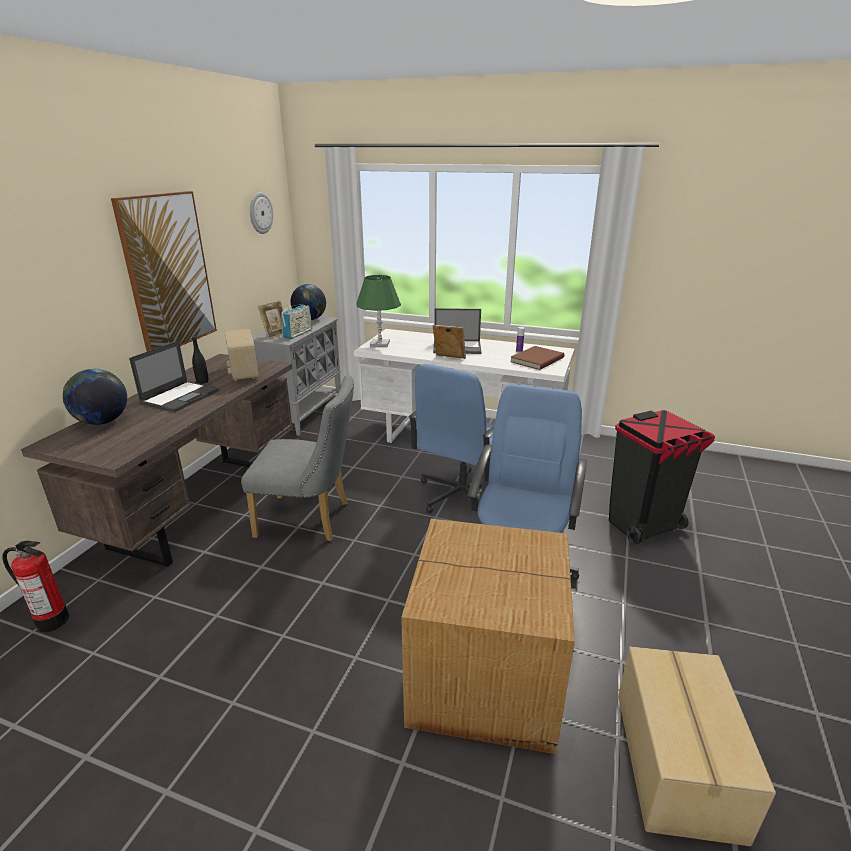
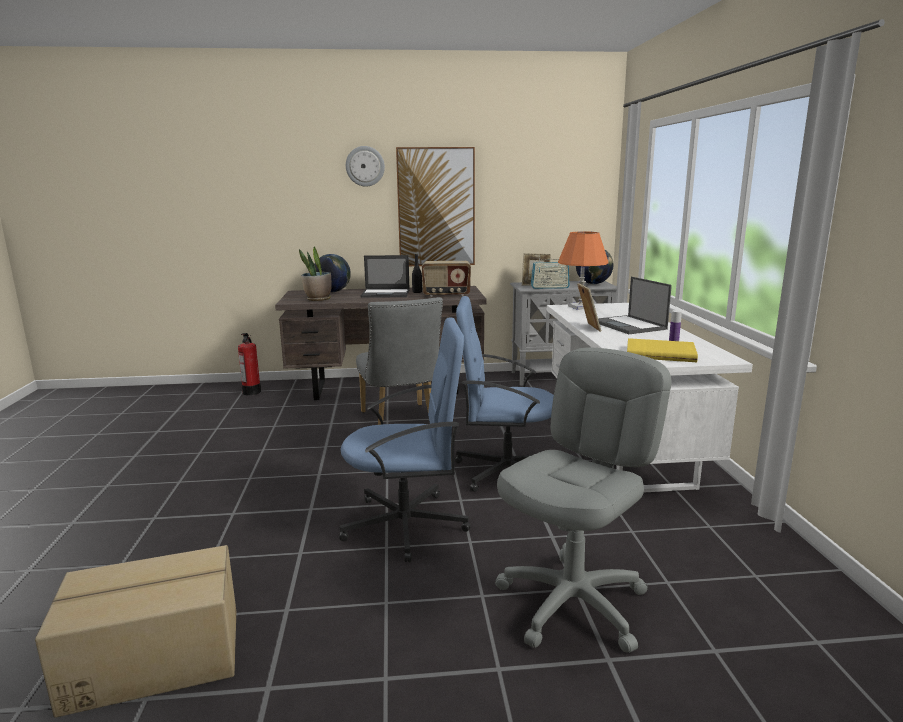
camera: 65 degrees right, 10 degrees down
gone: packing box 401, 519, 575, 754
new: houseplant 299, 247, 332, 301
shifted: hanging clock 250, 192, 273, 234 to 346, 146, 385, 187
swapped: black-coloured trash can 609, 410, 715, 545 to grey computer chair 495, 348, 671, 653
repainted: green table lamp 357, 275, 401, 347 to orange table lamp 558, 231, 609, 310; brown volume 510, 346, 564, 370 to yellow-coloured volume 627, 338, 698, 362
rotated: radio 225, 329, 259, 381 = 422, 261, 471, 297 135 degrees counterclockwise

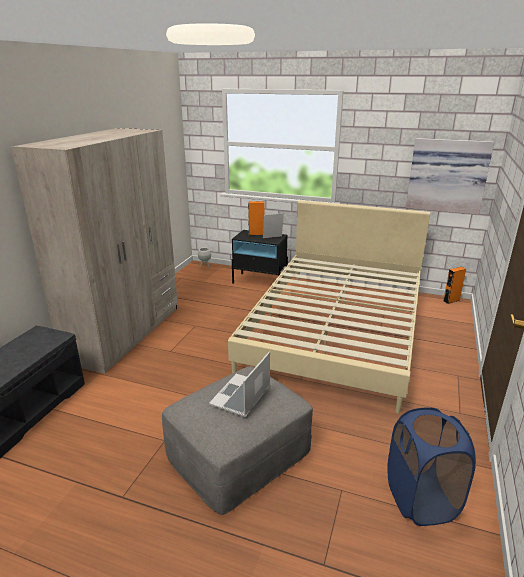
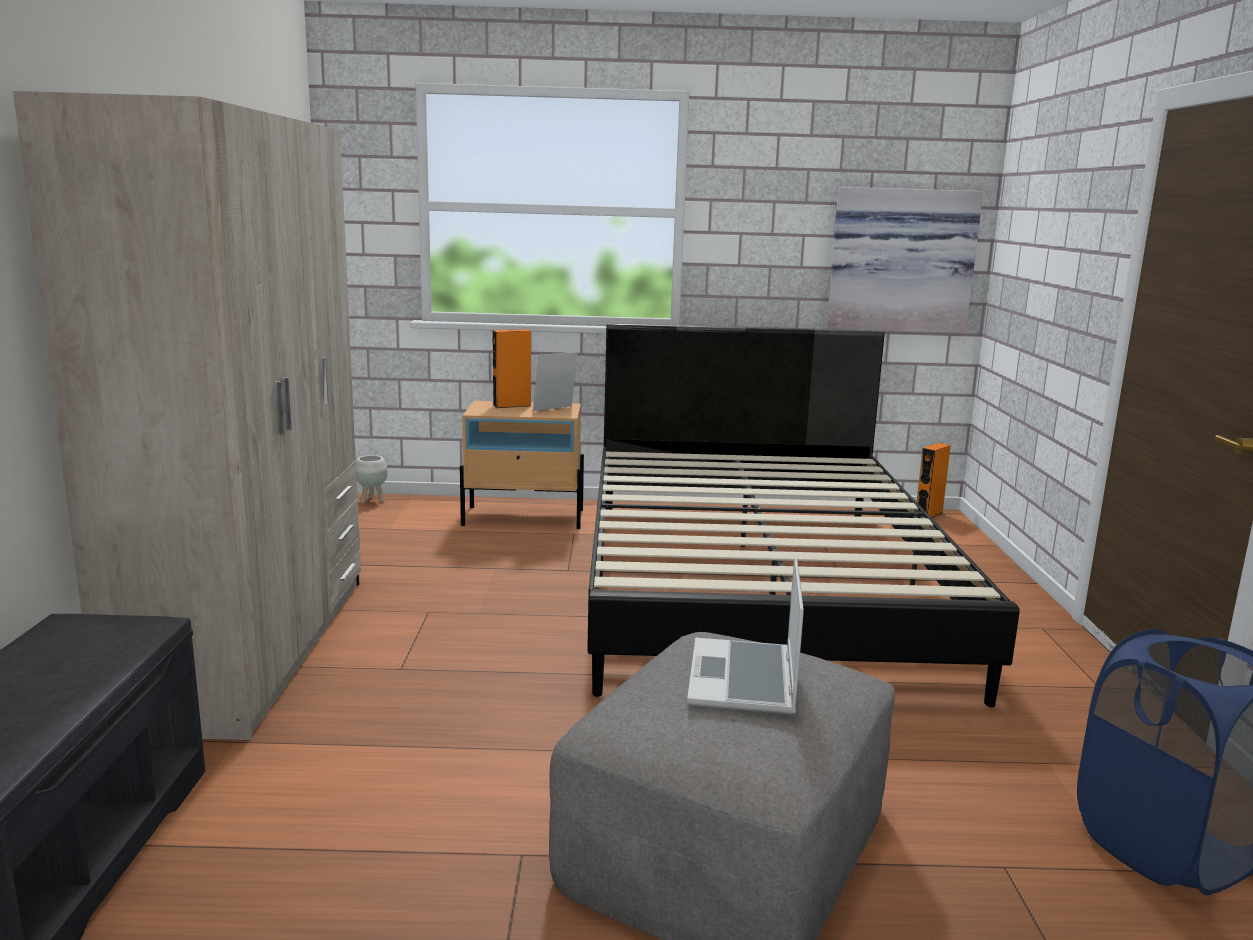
camera: 20 degrees left, 10 degrees down
repainted: beige bedroom bed 228, 200, 430, 414 to black-coloured bedroom bed 588, 323, 1020, 707; black-coloured nightstand 232, 230, 288, 284 to beige nightstand 460, 401, 584, 529

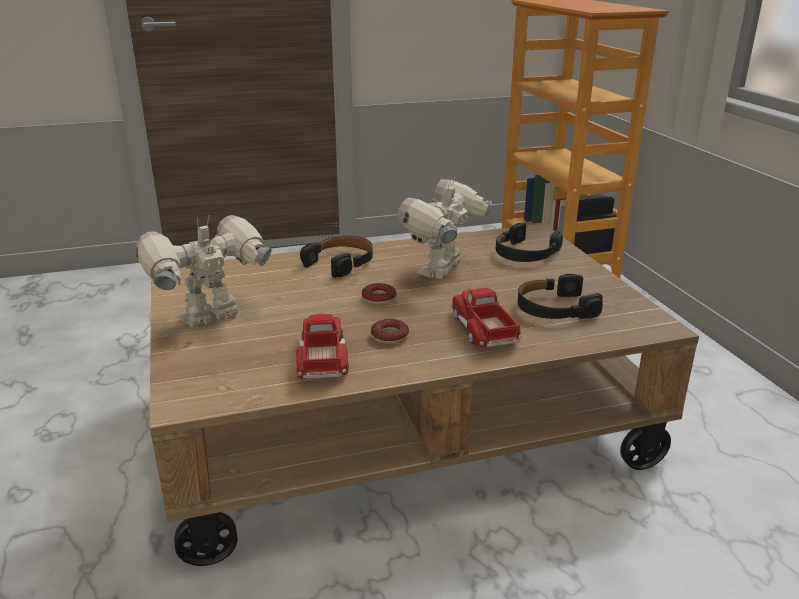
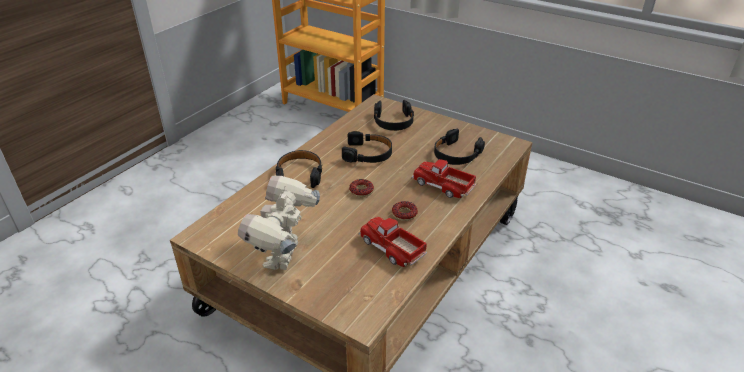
camera: 40 degrees left, 10 degrees up
swapped: toy robot 397, 177, 492, 279 to black-coloured headset 342, 131, 392, 163

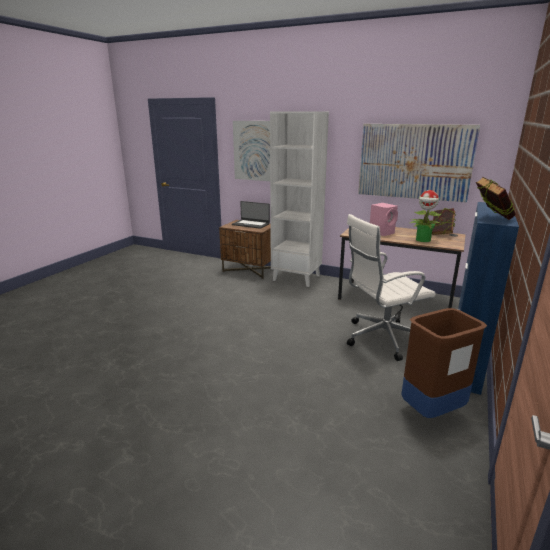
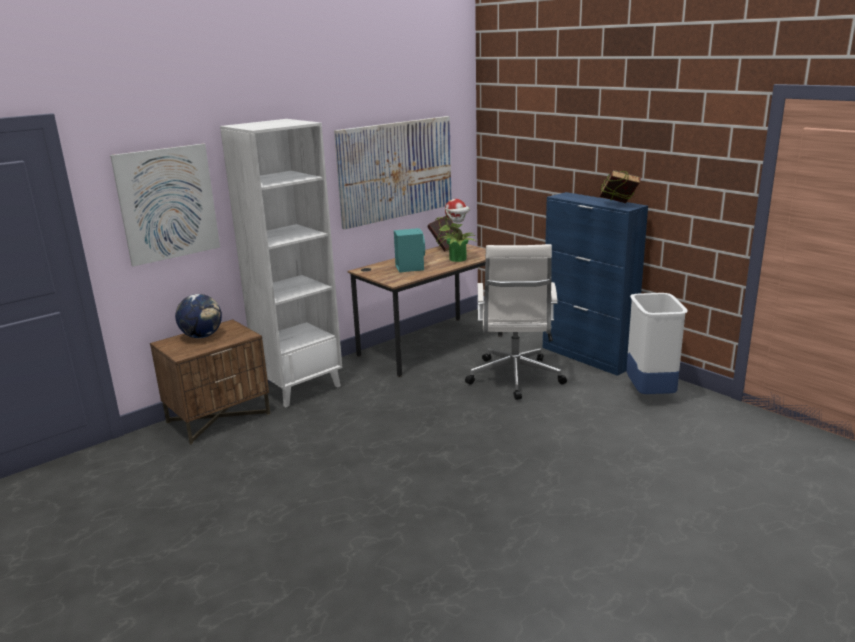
camera: 65 degrees left, 0 degrees up
swapped: notebook computer 232, 201, 270, 229 to world globe 175, 294, 222, 338
repainted: pink speaker 370, 203, 398, 236 to blue-green speaker 394, 228, 425, 273; brown trash can 401, 308, 487, 418 to white-coloured trash can 626, 293, 688, 394

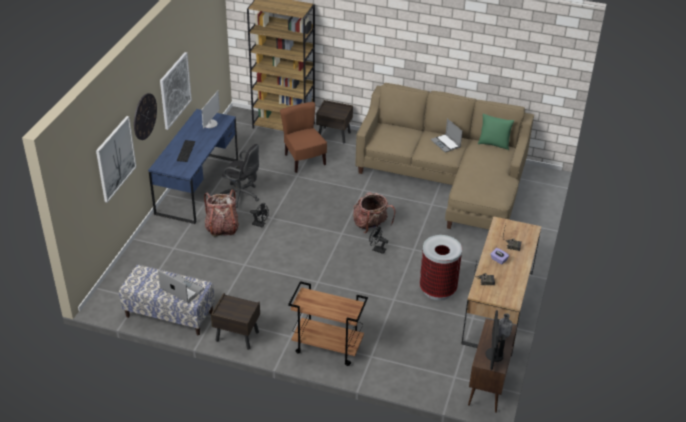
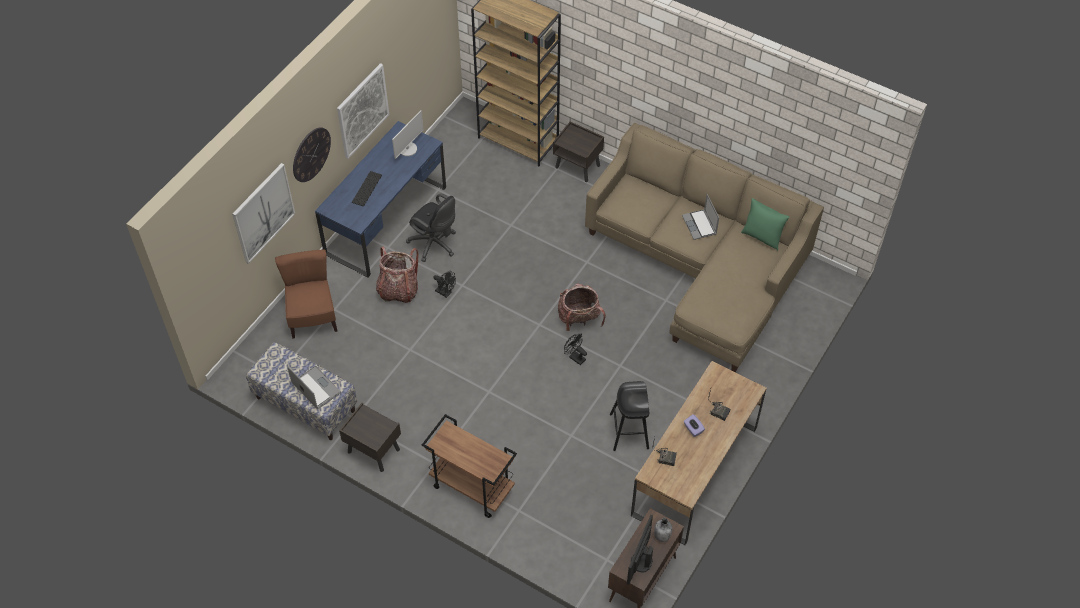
camera: 15 degrees right, 15 degrees up
shifted: brown chair 280, 102, 327, 173 to 275, 250, 338, 339
swapped: trash can 420, 235, 462, 300 to black-coloured stool seat 610, 381, 650, 451

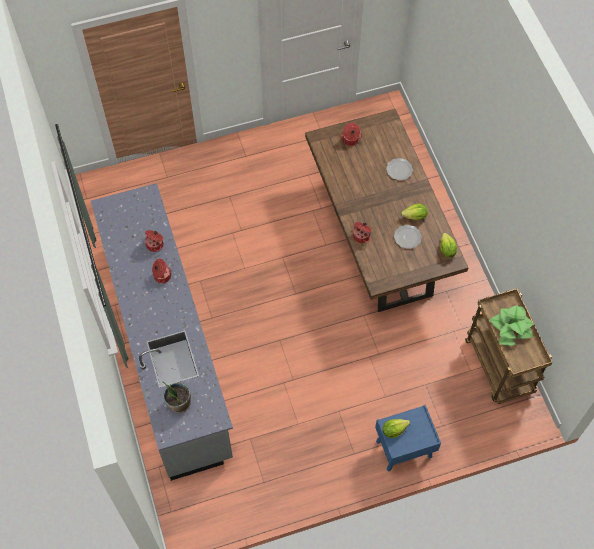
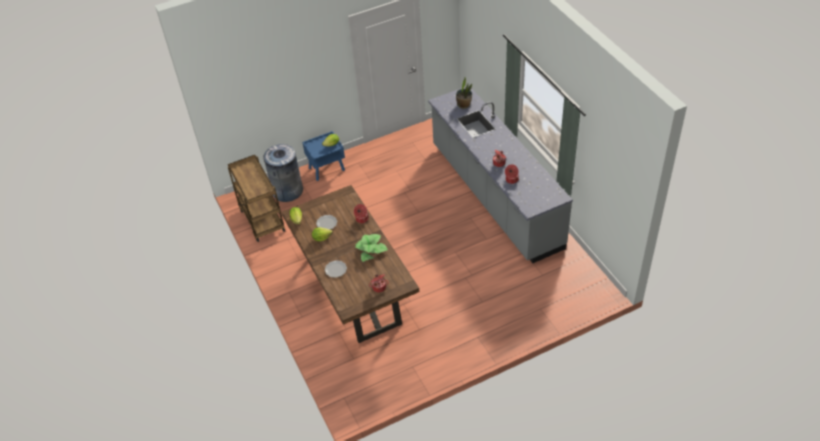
camera: 175 degrees right, 15 degrees down
new: grey trash can 262, 144, 303, 202
shifted: houseplant 490, 305, 534, 346 to 355, 234, 388, 262

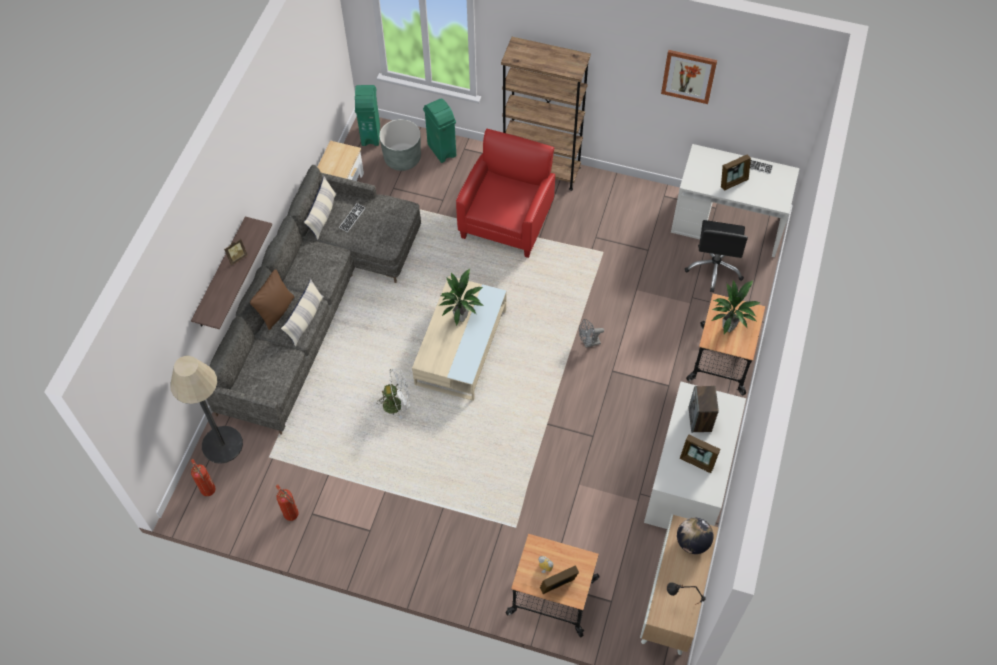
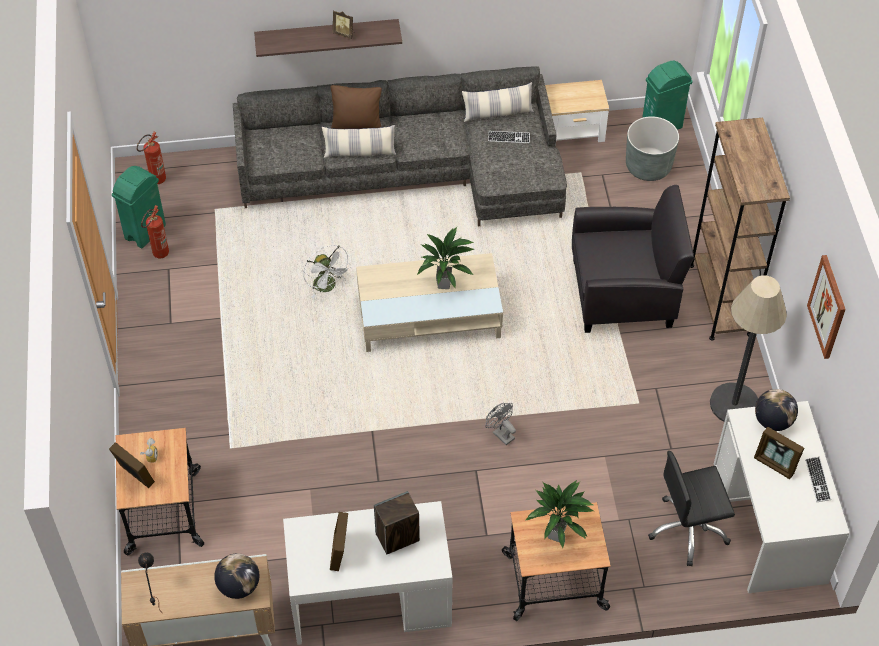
camera: 65 degrees right, 5 degrees down
new: world globe 755, 389, 798, 431
shifted: standard lamp 170, 356, 243, 464 to 710, 275, 787, 422; green trash can 423, 99, 456, 163 to 112, 166, 166, 248
repainted: red armchair 456, 129, 555, 258 to black-coloured armchair 572, 185, 694, 333

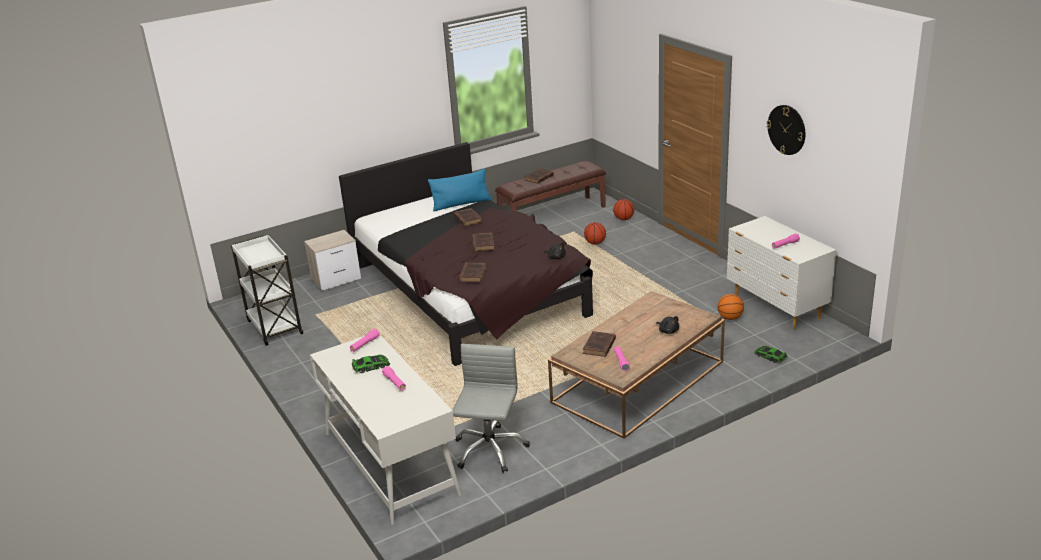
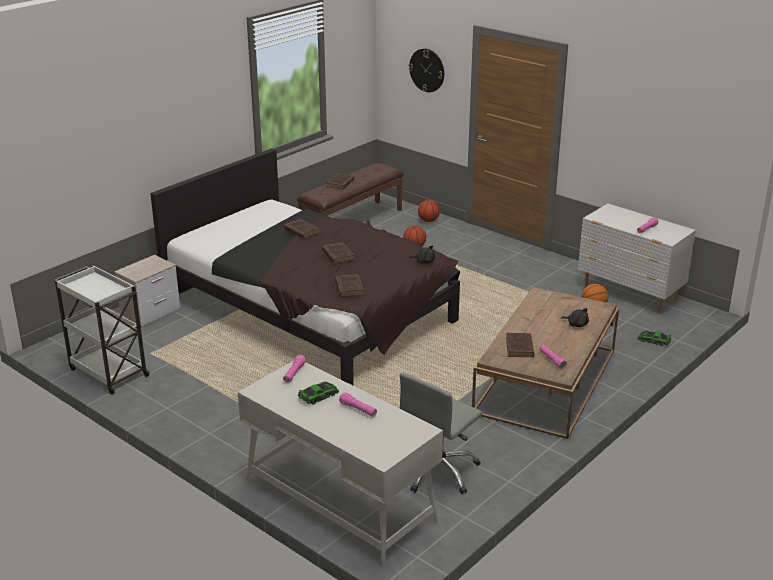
camera: 20 degrees left, 0 degrees up
gone: bluish cushion 428, 169, 491, 211
shifted: hanging clock 767, 105, 805, 155 to 409, 48, 444, 92
rotated: grey computer chair 453, 344, 530, 473 = 400, 373, 482, 494 135 degrees counterclockwise

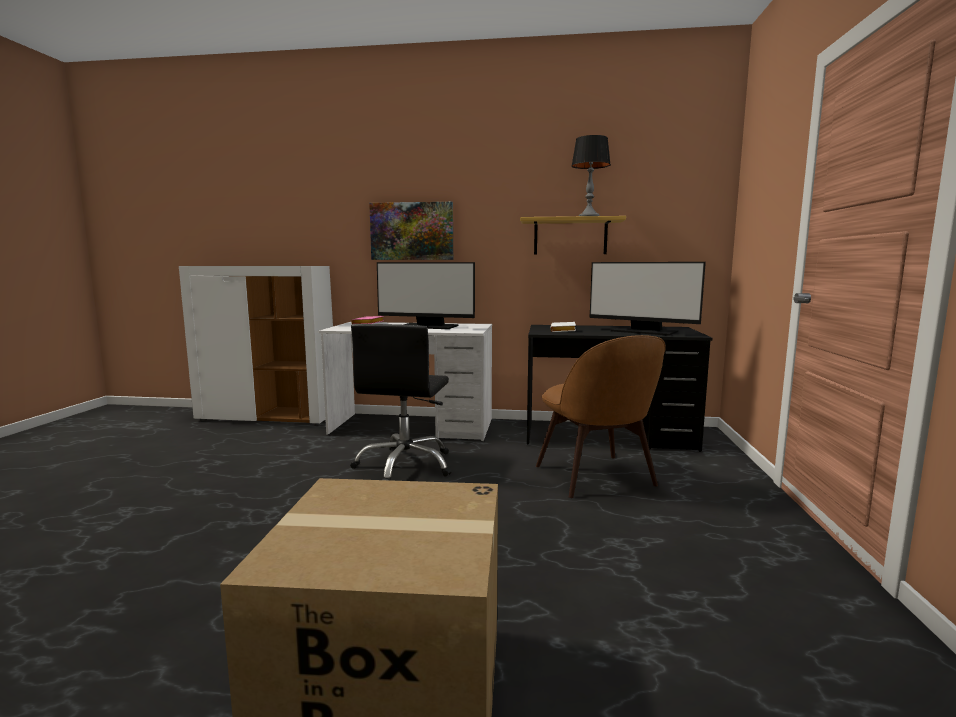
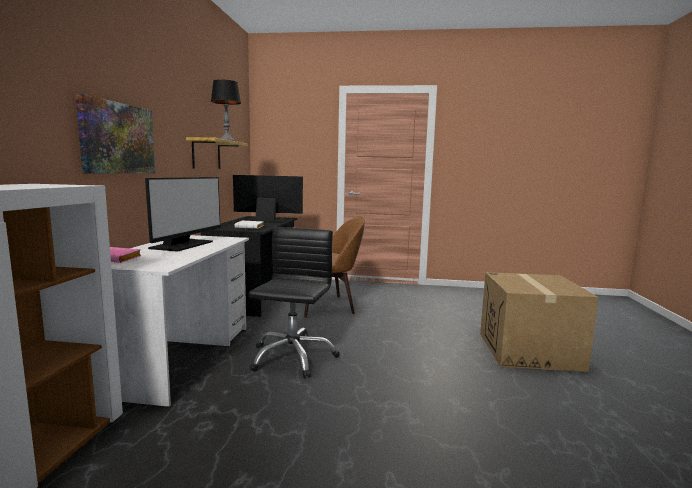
camera: 90 degrees left, 0 degrees up
rotated: black-coloured computer chair 350, 324, 452, 480 = 249, 227, 340, 378 90 degrees counterclockwise; computer display 589, 262, 706, 336 = 233, 175, 303, 223 120 degrees counterclockwise

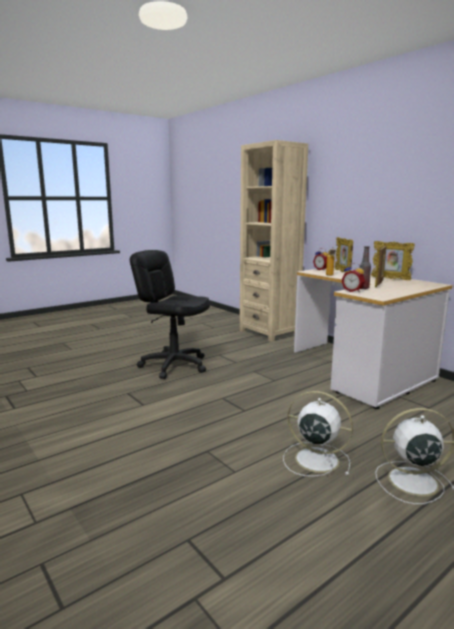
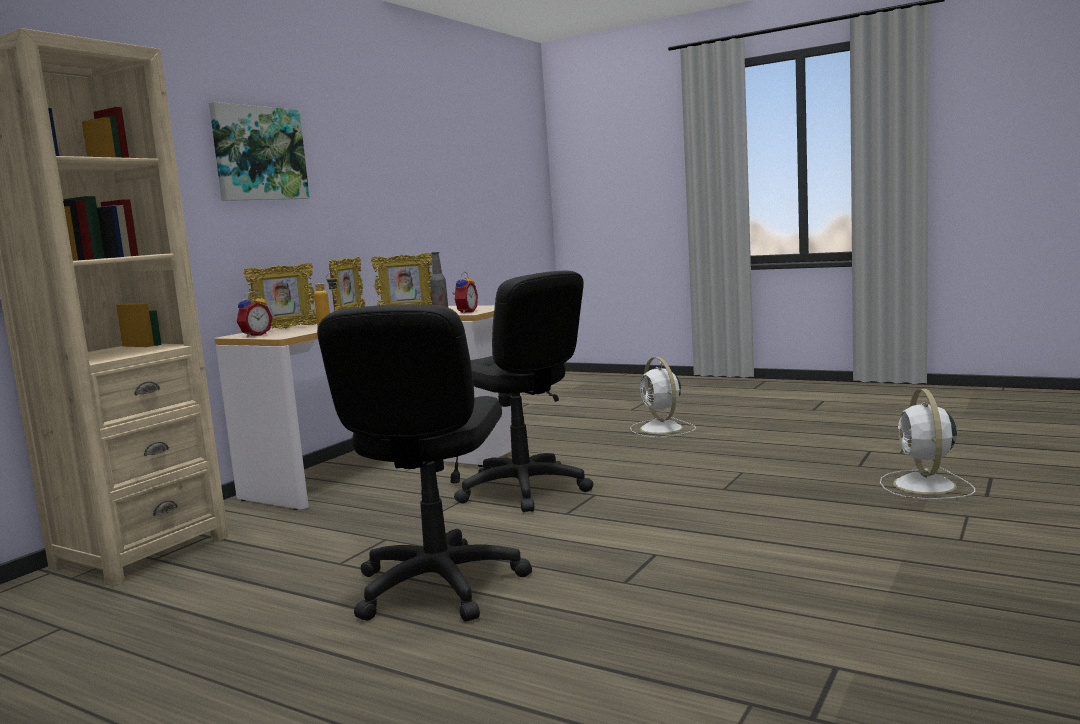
camera: 110 degrees left, 5 degrees down
new: picture 209, 102, 310, 201; black-coloured computer chair 454, 271, 593, 512
shifted: white-coloured cooling fan 283, 391, 353, 477 to 880, 389, 975, 499

